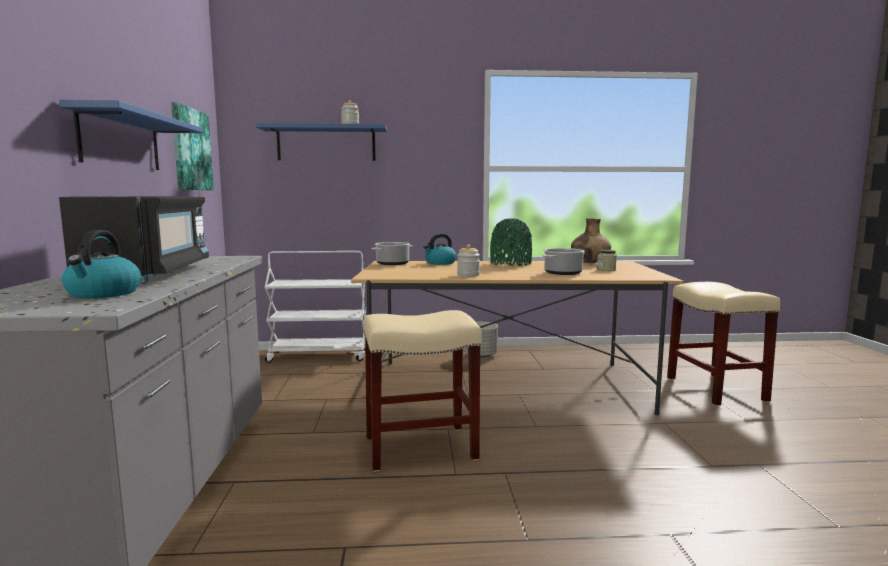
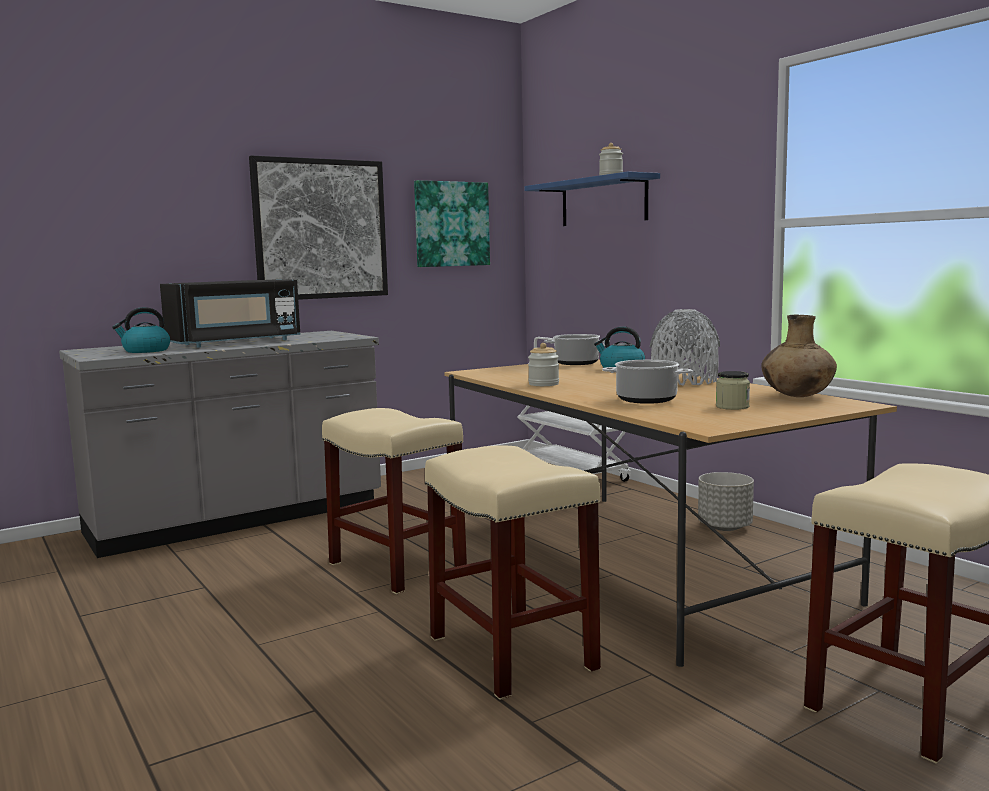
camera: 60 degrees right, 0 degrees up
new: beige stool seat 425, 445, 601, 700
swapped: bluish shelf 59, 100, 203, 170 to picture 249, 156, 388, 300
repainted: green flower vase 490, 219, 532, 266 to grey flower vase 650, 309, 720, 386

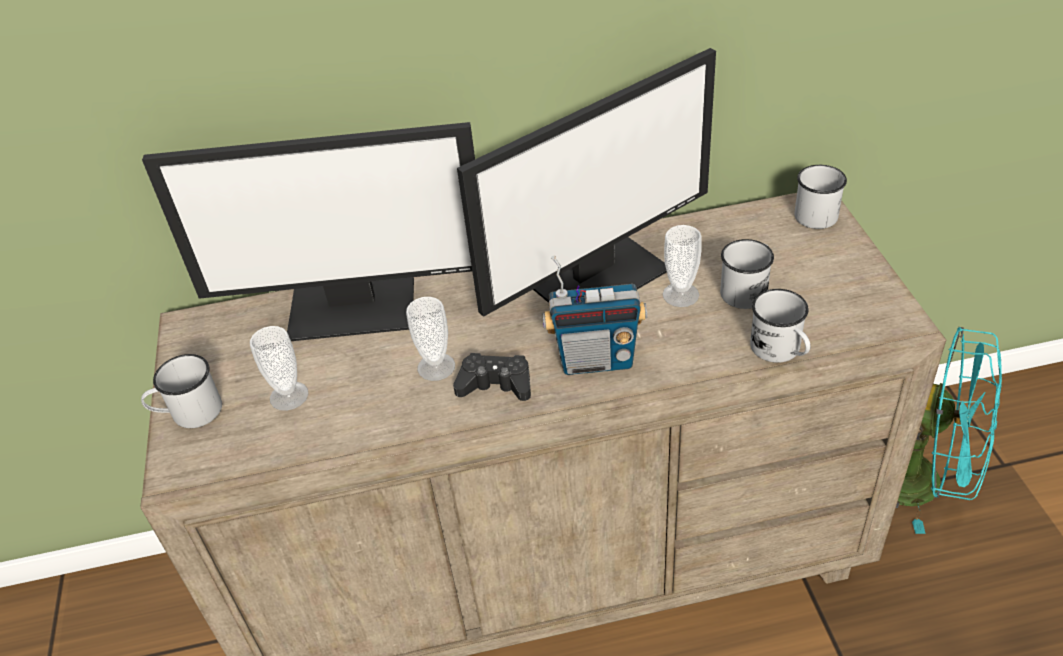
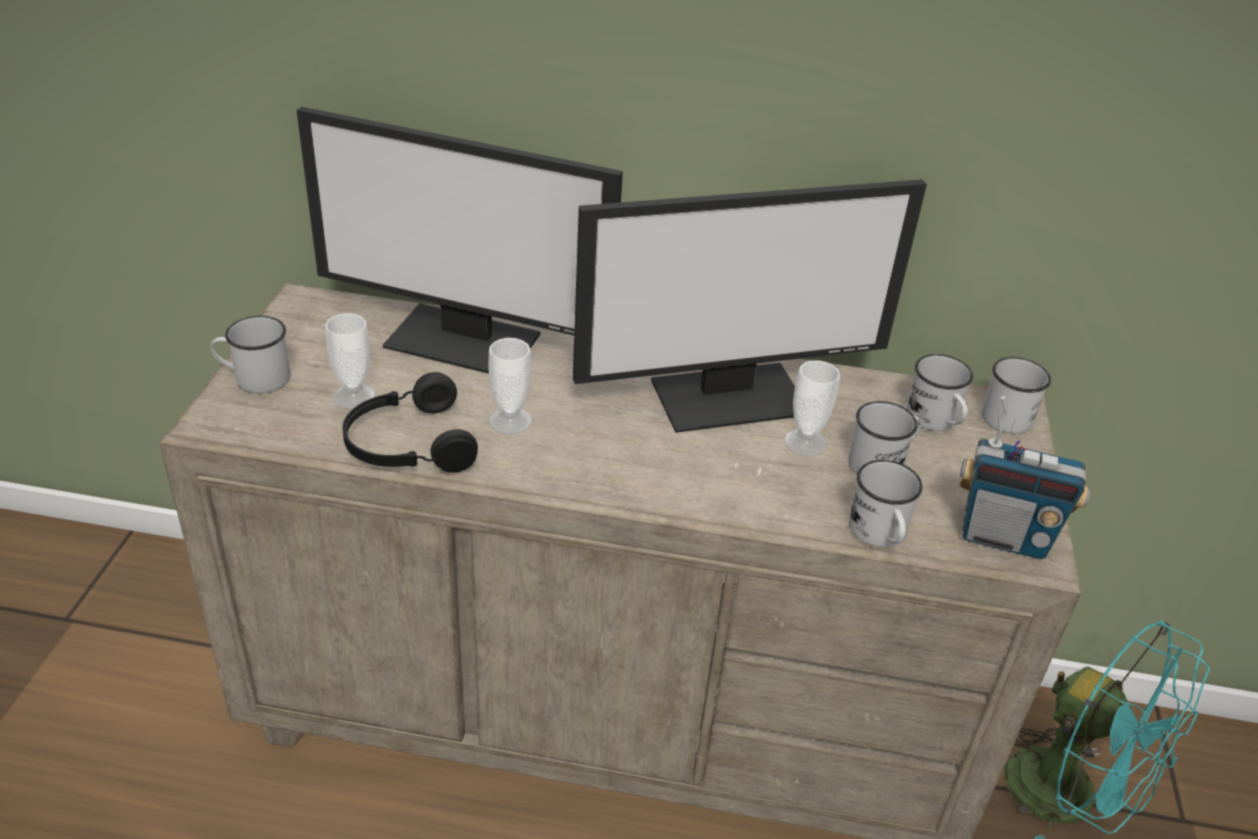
camera: 15 degrees right, 5 degrees down
gone: black-coloured gamepad 453, 353, 531, 401
new: black-coloured headset 342, 372, 478, 473; white-coloured coffee mug 906, 354, 973, 431
shifted: radio 542, 255, 647, 375 to 960, 396, 1090, 559

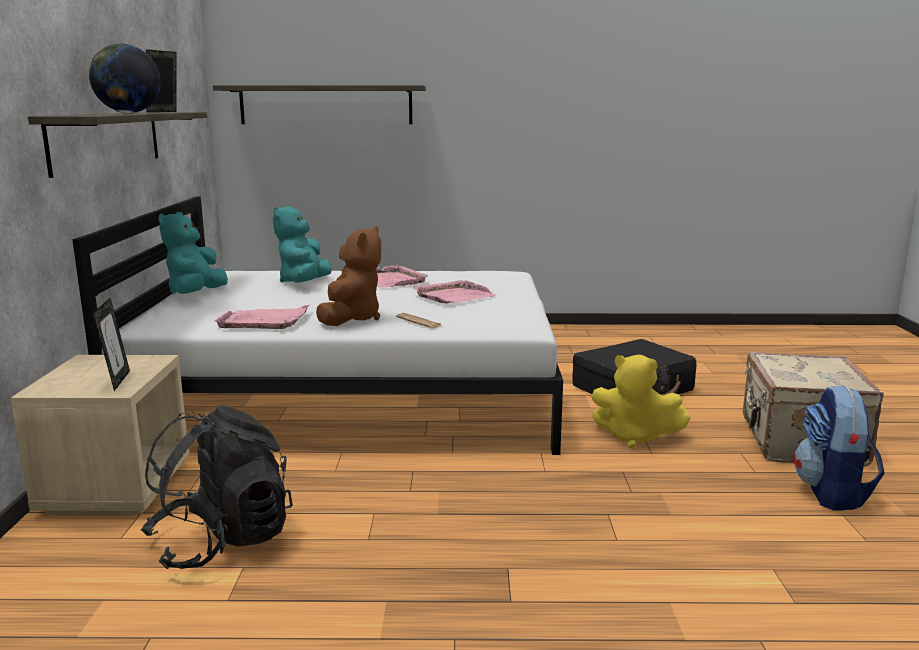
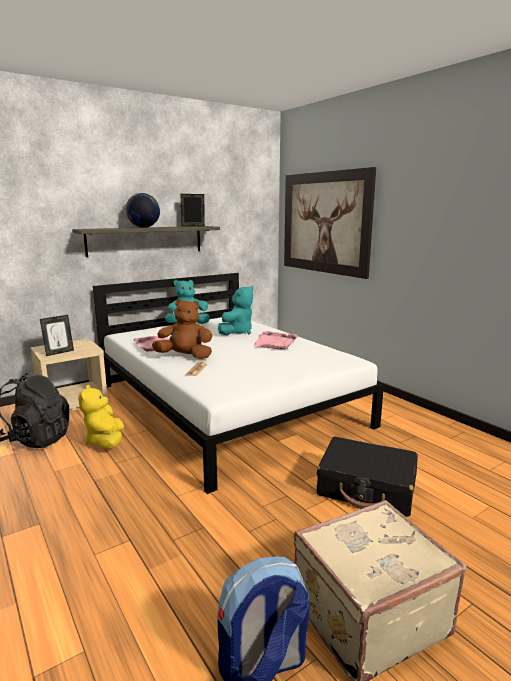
camera: 55 degrees right, 0 degrees up
gone: pink carrying tray 413, 280, 496, 304
shifted: yellow-coloured cuddly toy 591, 355, 691, 448 to 78, 385, 124, 449
swapped: shelf 213, 85, 426, 124 to picture 284, 167, 376, 279
rotated: blue-green cuddly toy 273, 205, 332, 283 = 218, 286, 253, 335 150 degrees clockwise; brown cuddly toy 316, 226, 381, 326 = 152, 299, 213, 359 150 degrees counterclockwise

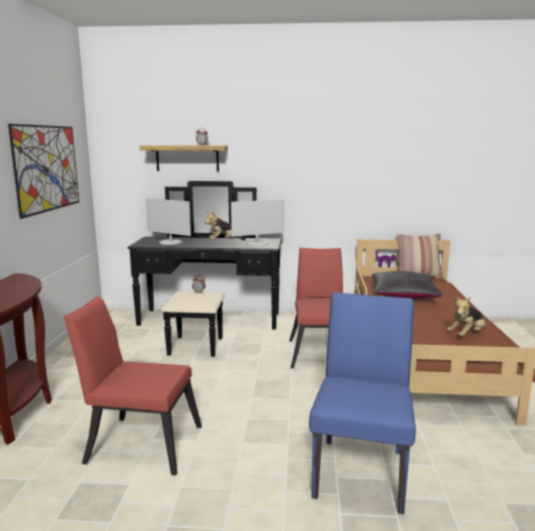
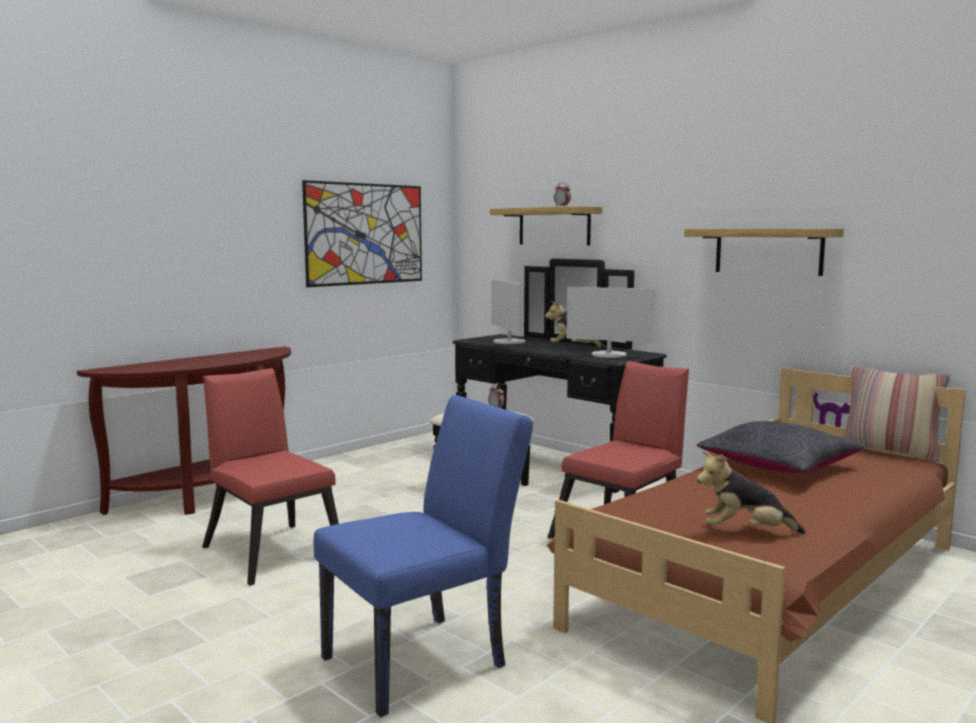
camera: 40 degrees right, 5 degrees down
new: shelf 684, 228, 844, 276

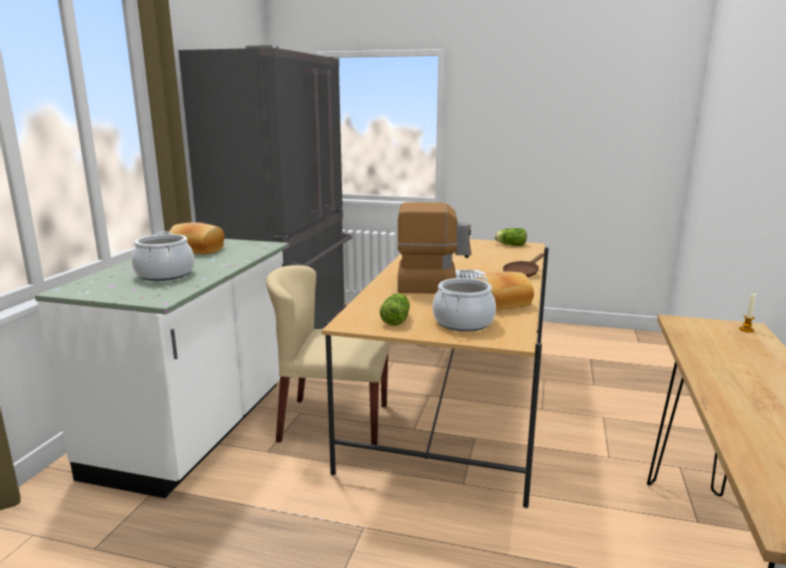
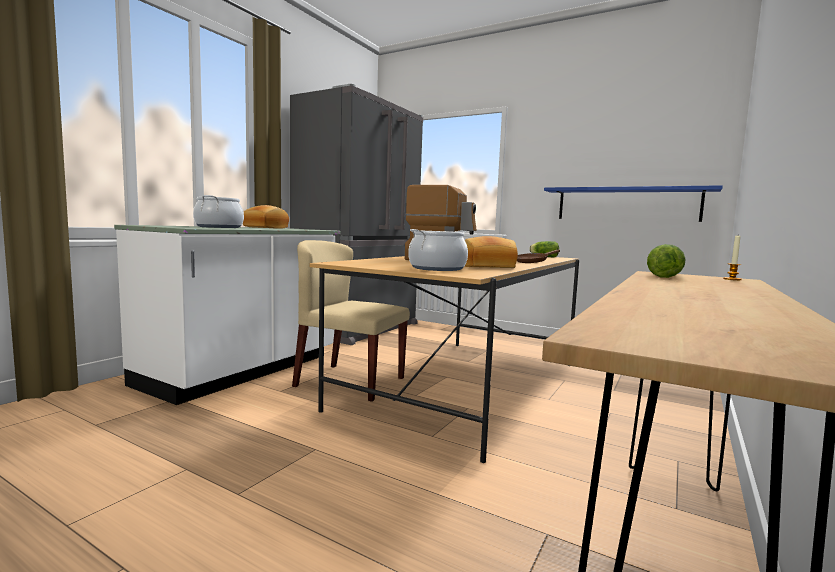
camera: 15 degrees right, 10 degrees down
new: bluish shelf 544, 185, 723, 222
shifted: head of lettuce 380, 293, 410, 326 to 647, 244, 686, 278

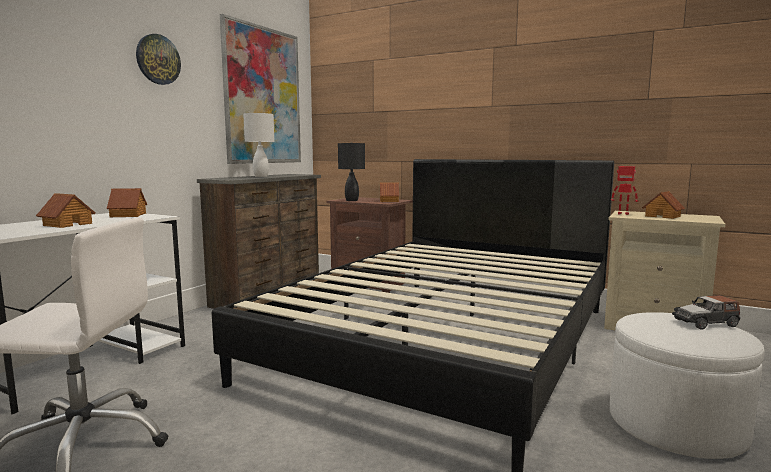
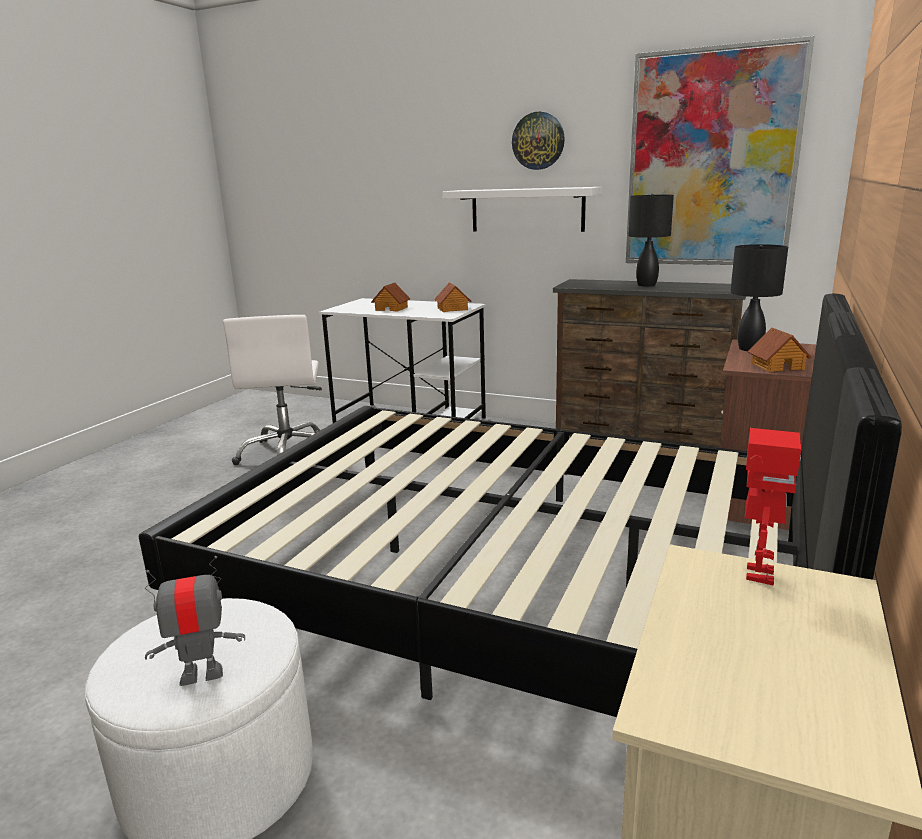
camera: 85 degrees right, 10 degrees up
gone: model house 642, 191, 685, 219
new: white-coloured shelf 442, 187, 602, 232
swapped: toy car 672, 295, 740, 330 to toy robot 145, 556, 245, 686
repainted: white-coloured table lamp 243, 113, 275, 177 to black-coloured table lamp 628, 194, 674, 286

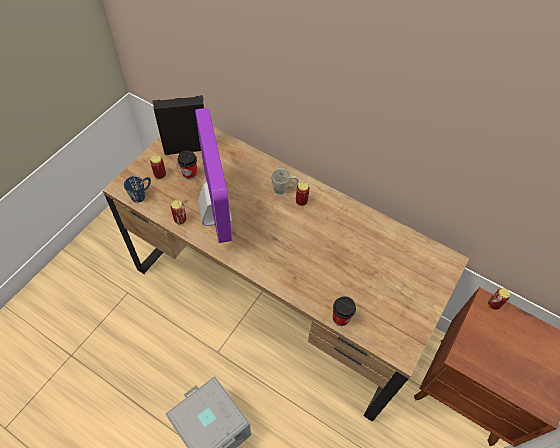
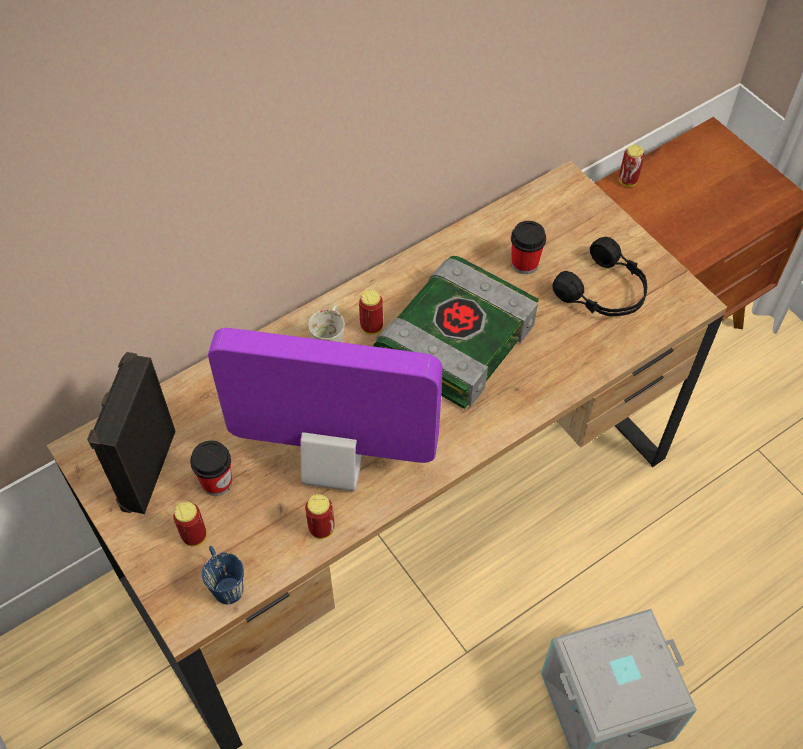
camera: 65 degrees left, 0 degrees up
new: volume 373, 256, 539, 409; black-coloured headset 552, 237, 647, 316
shifted: drinking cup 333, 296, 356, 326 to 511, 221, 546, 274

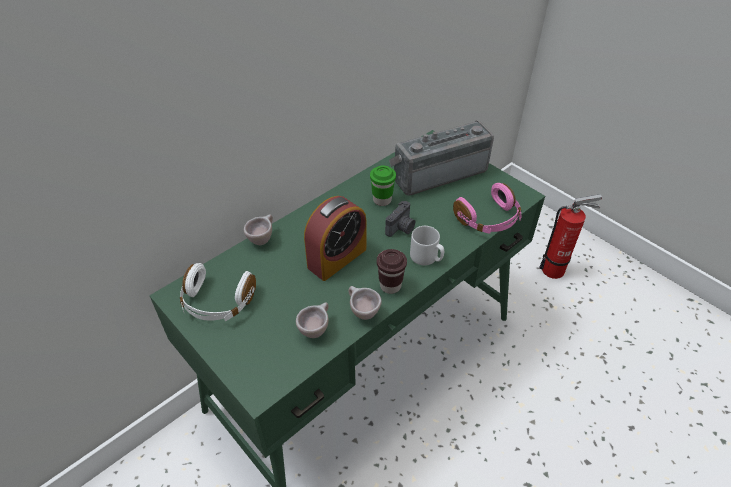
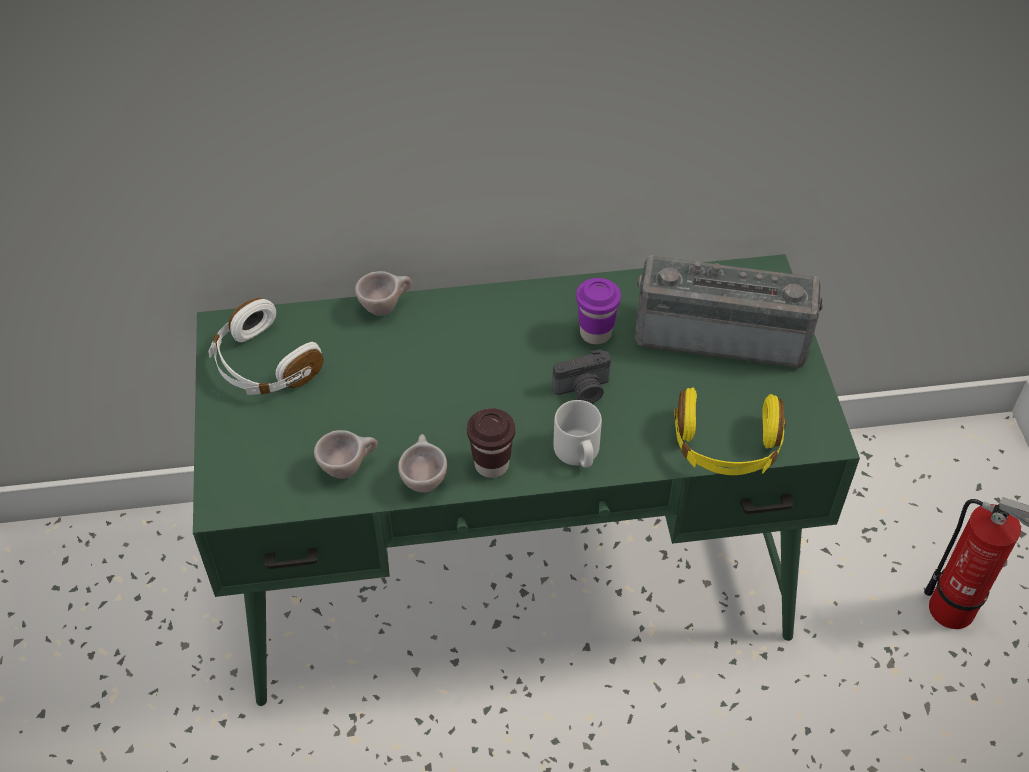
camera: 35 degrees right, 5 degrees up
gone: alarm clock 304, 196, 366, 281
repainted: green drinking cup 370, 165, 396, 206 to purple drinking cup 576, 278, 621, 344; pink headset 453, 183, 521, 234 to yellow-coloured headset 674, 387, 786, 475

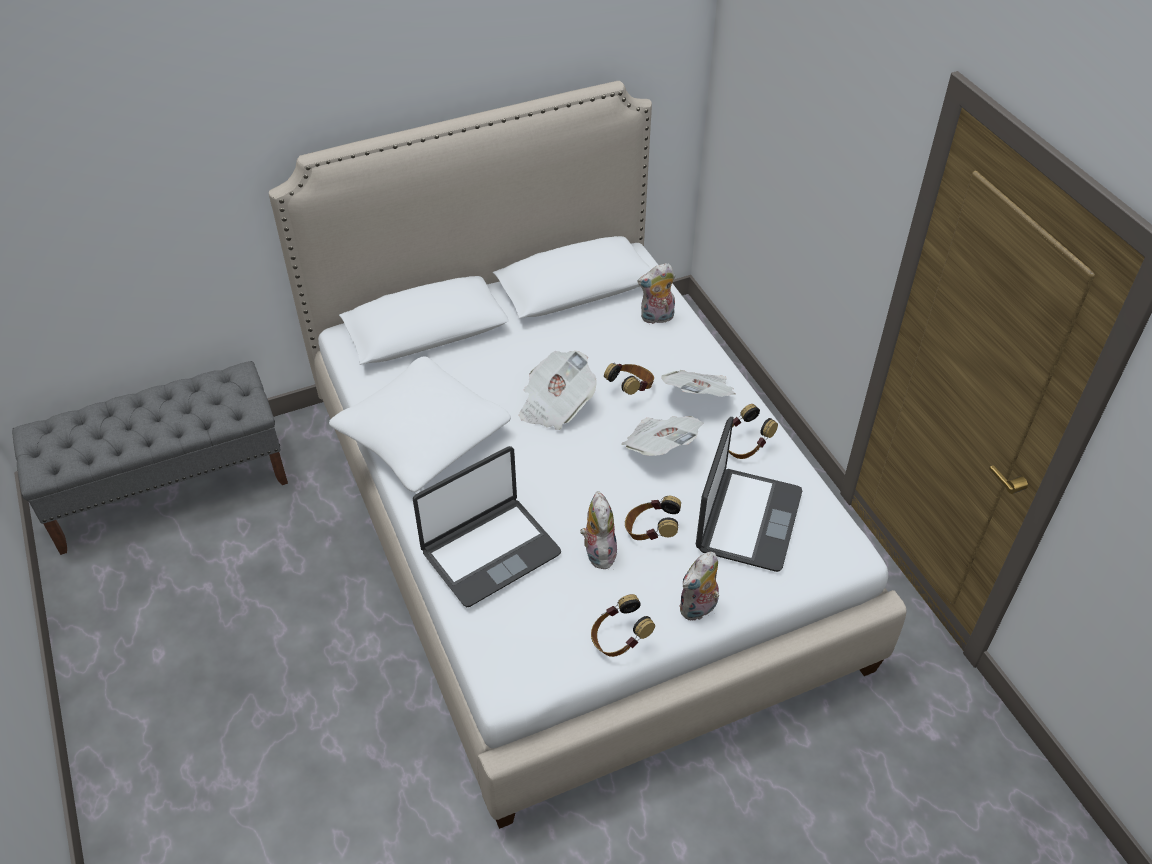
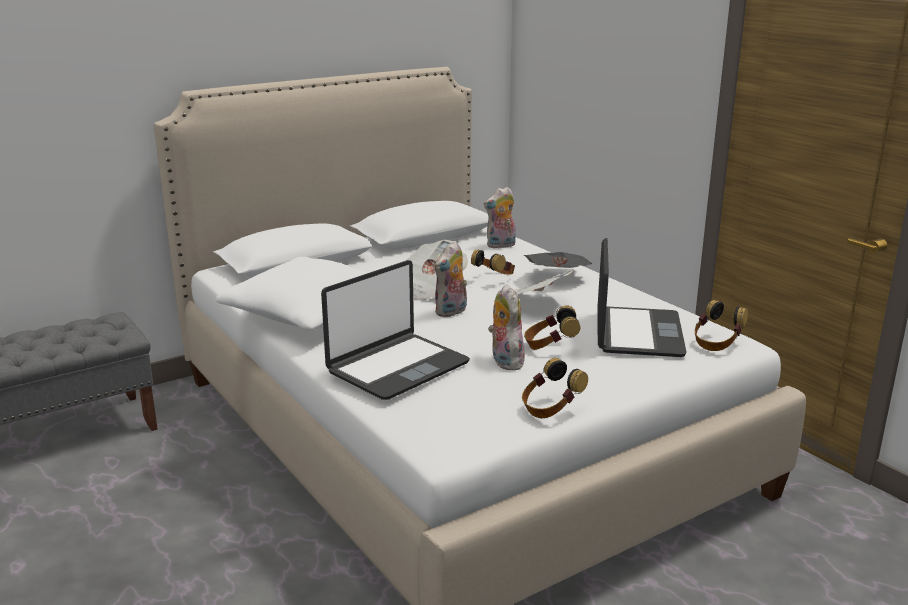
camera: 10 degrees left, 25 degrees down
shifted: cuddly toy 679, 552, 719, 621 to 435, 241, 467, 317; headset 729, 404, 778, 459 to 695, 300, 748, 351

